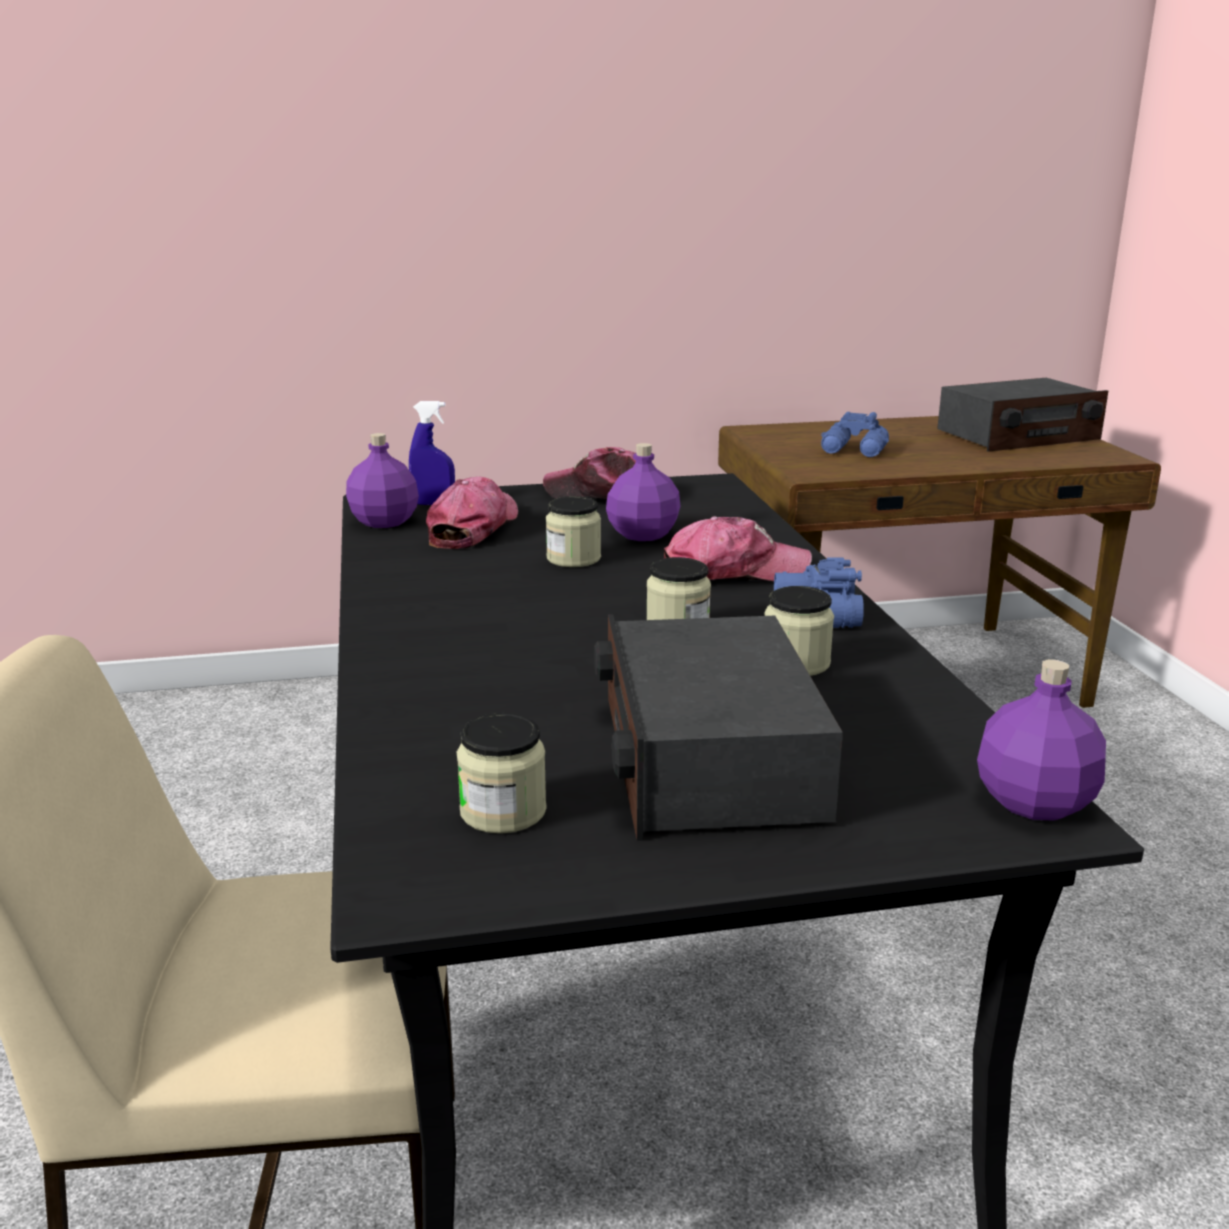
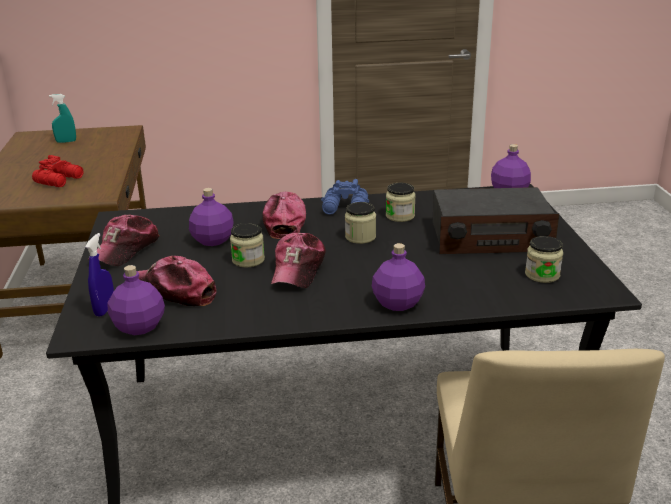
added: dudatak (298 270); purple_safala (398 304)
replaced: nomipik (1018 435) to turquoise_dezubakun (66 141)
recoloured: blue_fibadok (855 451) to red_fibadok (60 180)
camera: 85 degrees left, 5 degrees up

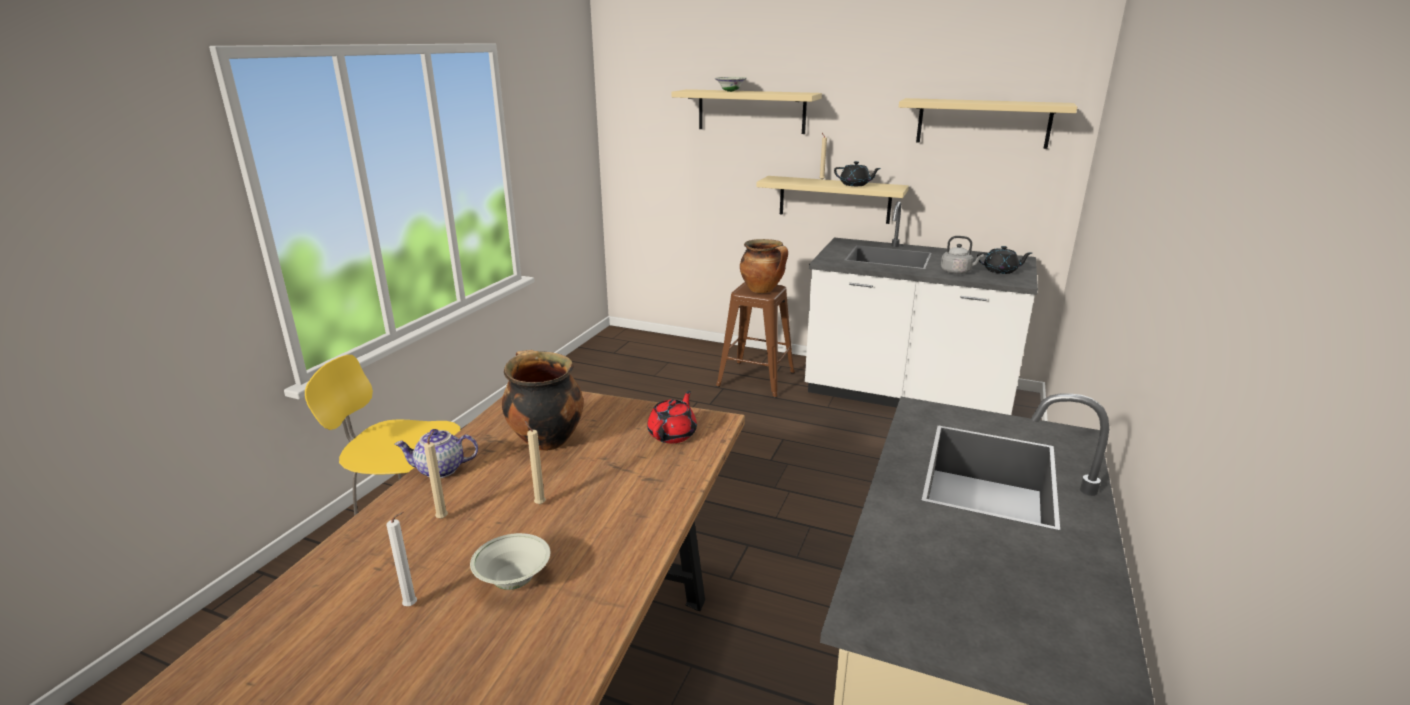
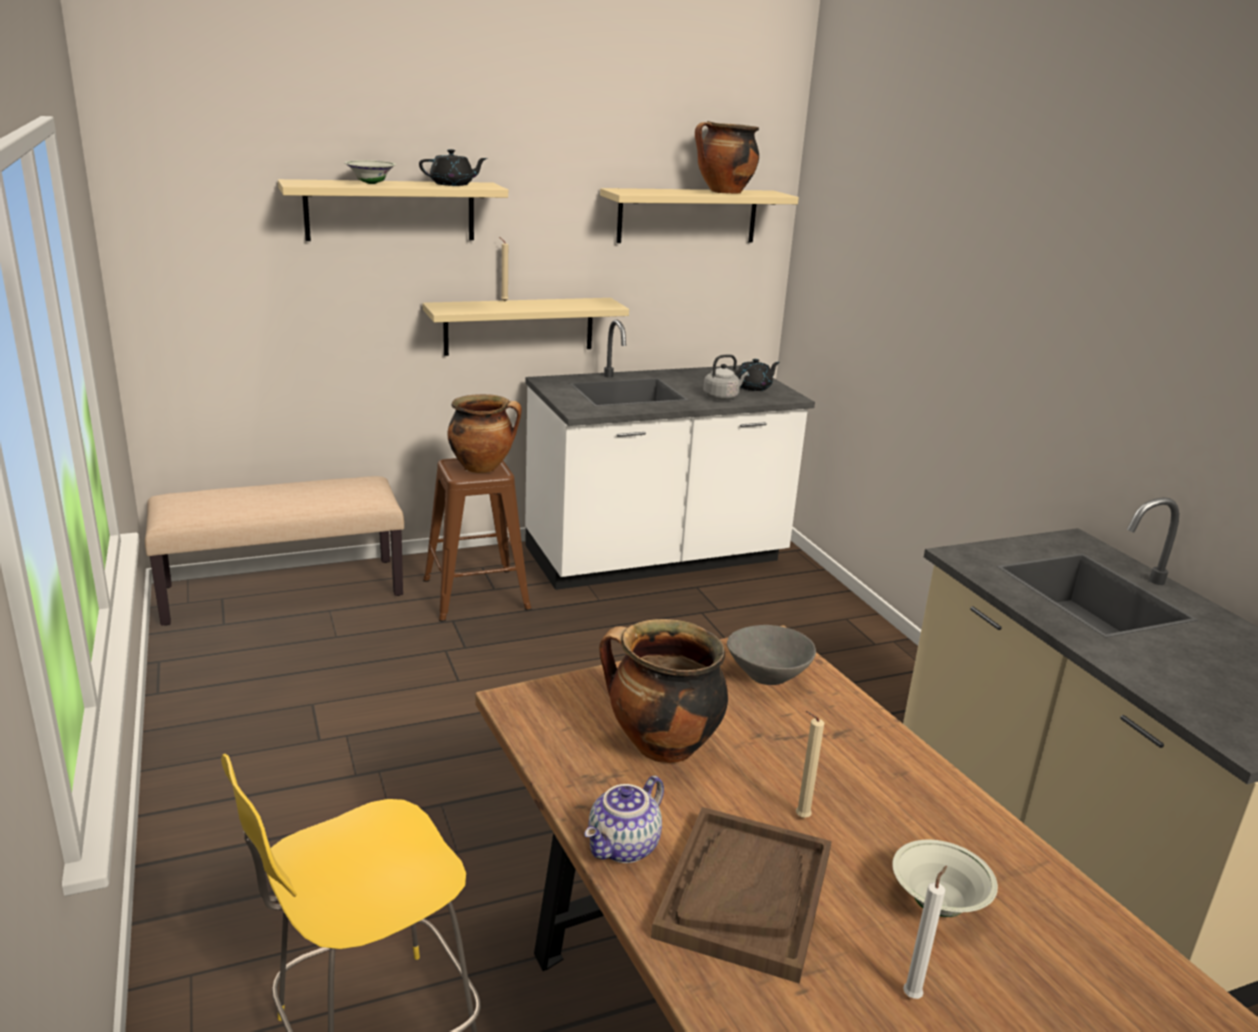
added: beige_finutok (284 590); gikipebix (724 192)
moved: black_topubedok (855 185) to (453 184)
replaced: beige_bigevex (443 517) to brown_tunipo (744 893); red_topubedok (673 434) to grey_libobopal (766 676)
camera: 45 degrees left, 0 degrees up

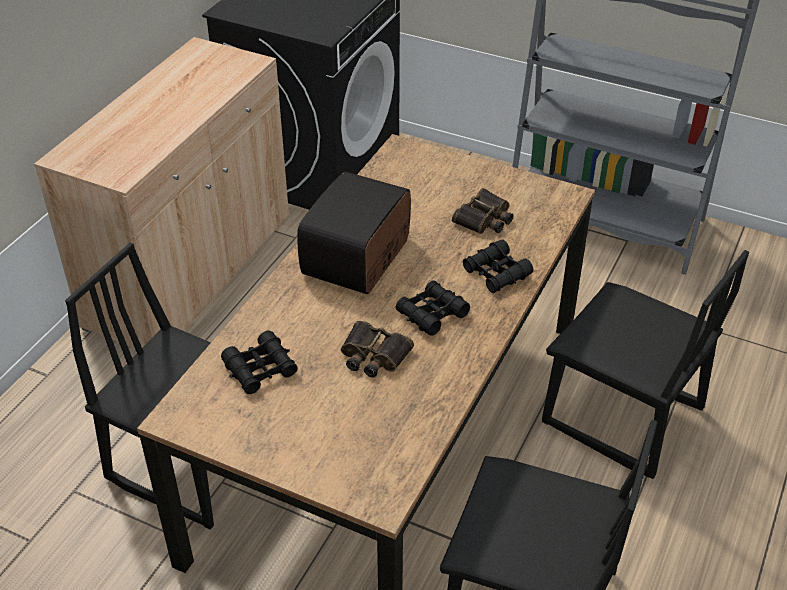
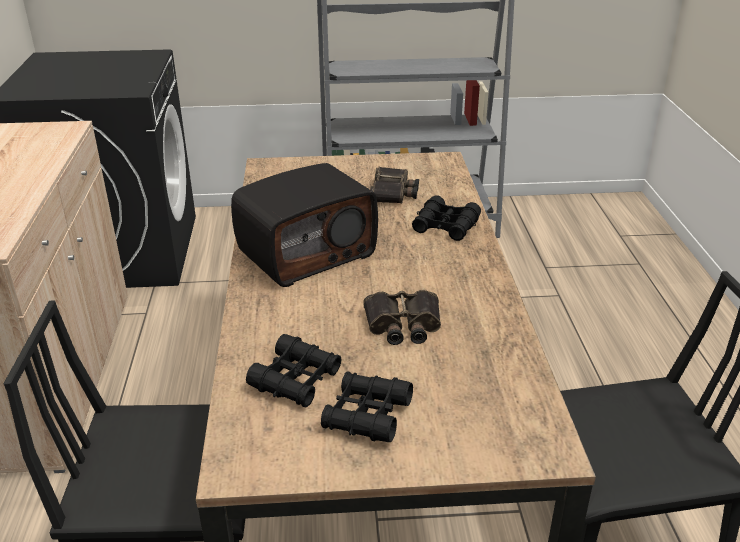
removed: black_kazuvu (622 417)
moved: black_fibadok (432 314) to (367 415)
turned: nomipik (358 258) = (306 253) 120 degrees counterclockwise
camera: 30 degrees left, 10 degrees down

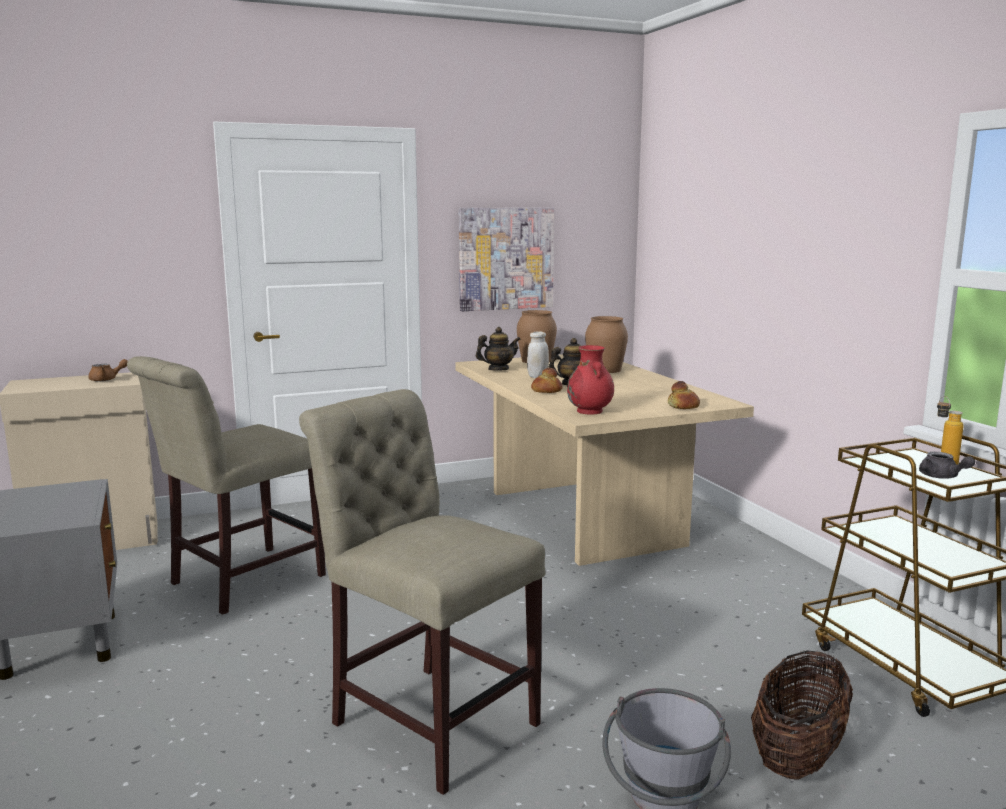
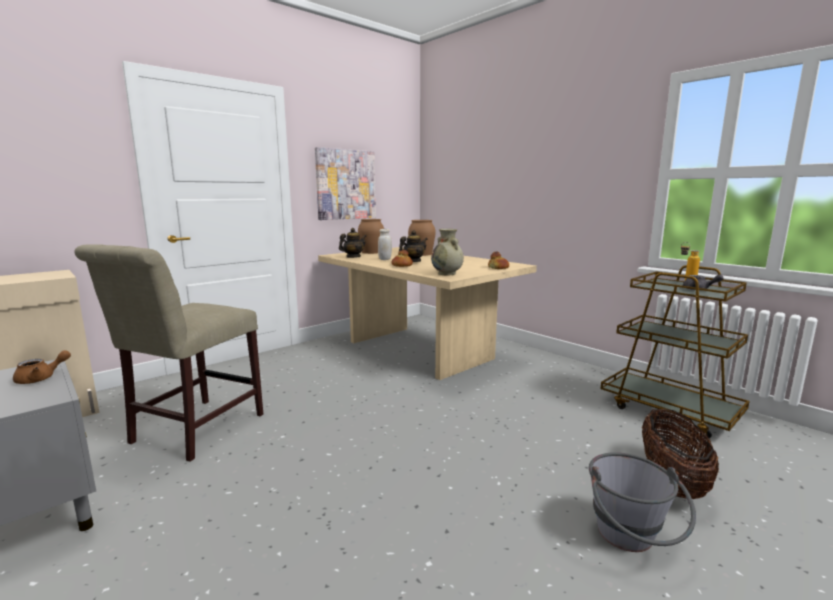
removed: beige_kazuvu (428 718)
moved: brown_topubedok (107 379) to (41 378)
recoloured: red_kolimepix (590 411) to beige_kolimepix (447 274)
camera: 20 degrees left, 0 degrees up

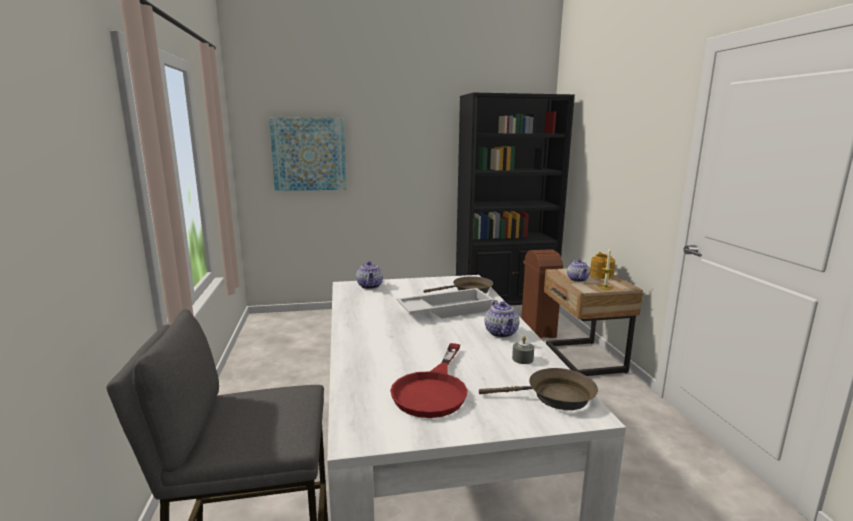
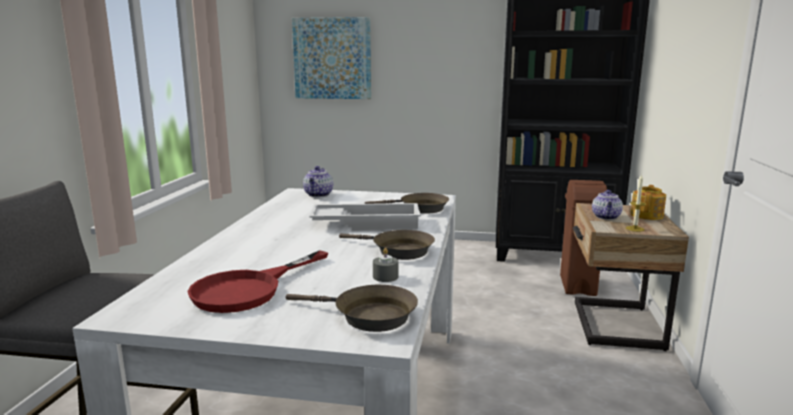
replaced: topubedok (502 333) to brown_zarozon (398 251)
camera: 20 degrees right, 0 degrees up

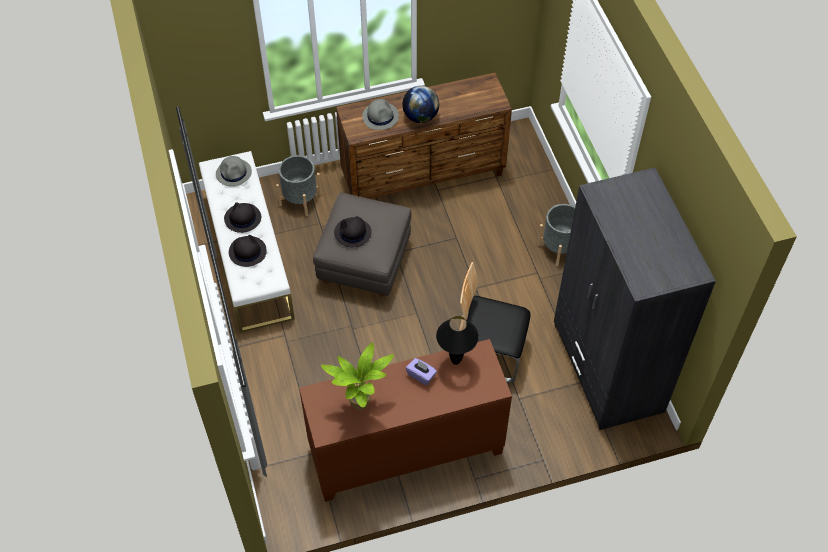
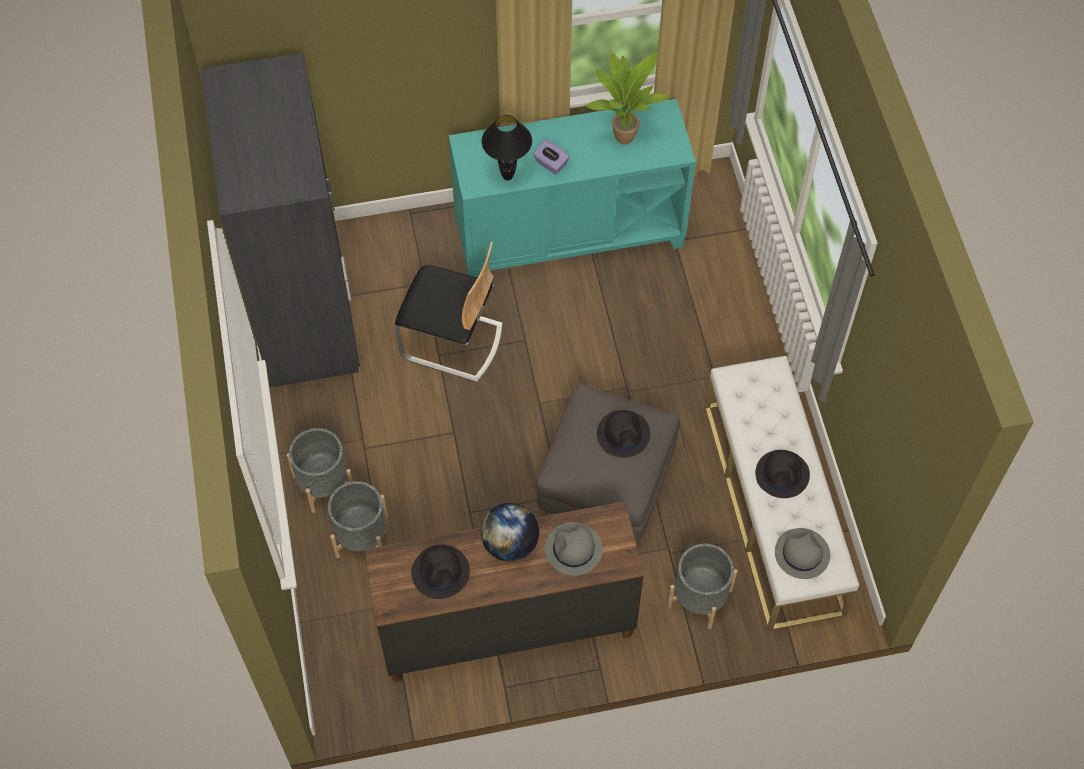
added: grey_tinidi (362 536)
moved: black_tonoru (247 251) to (441 572)
recoloured: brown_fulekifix (406 451) to turquoise_fulekifix (569 234)
camera: 175 degrees left, 5 degrees up

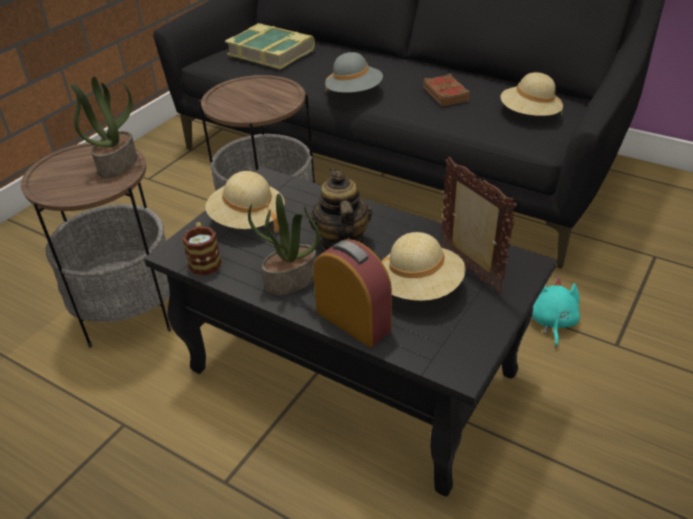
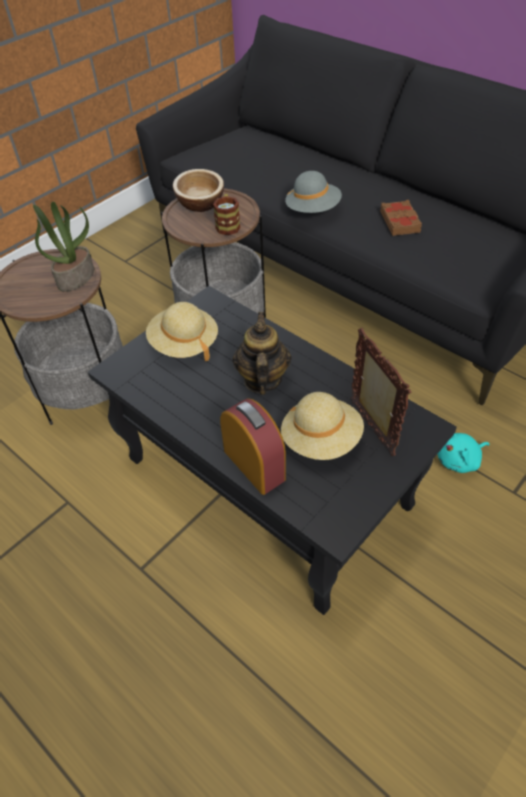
removed: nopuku (271 52); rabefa (291 281); beige_tonoru (529 115)
added: libobopal (200 203)
moved: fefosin (204 260) to (227 224)
turned: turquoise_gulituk (552 322) = (459 460) 135 degrees counterclockwise
camera: 10 degrees right, 10 degrees up

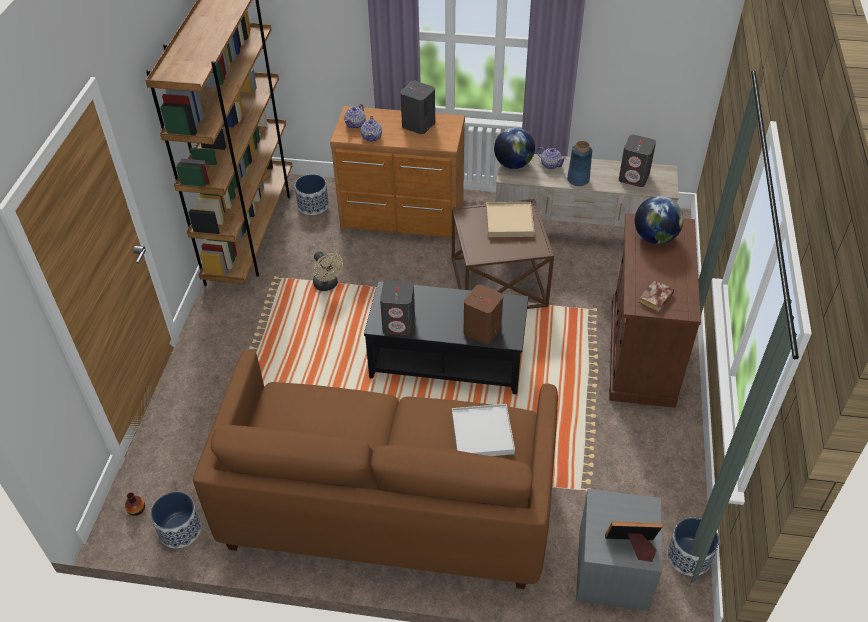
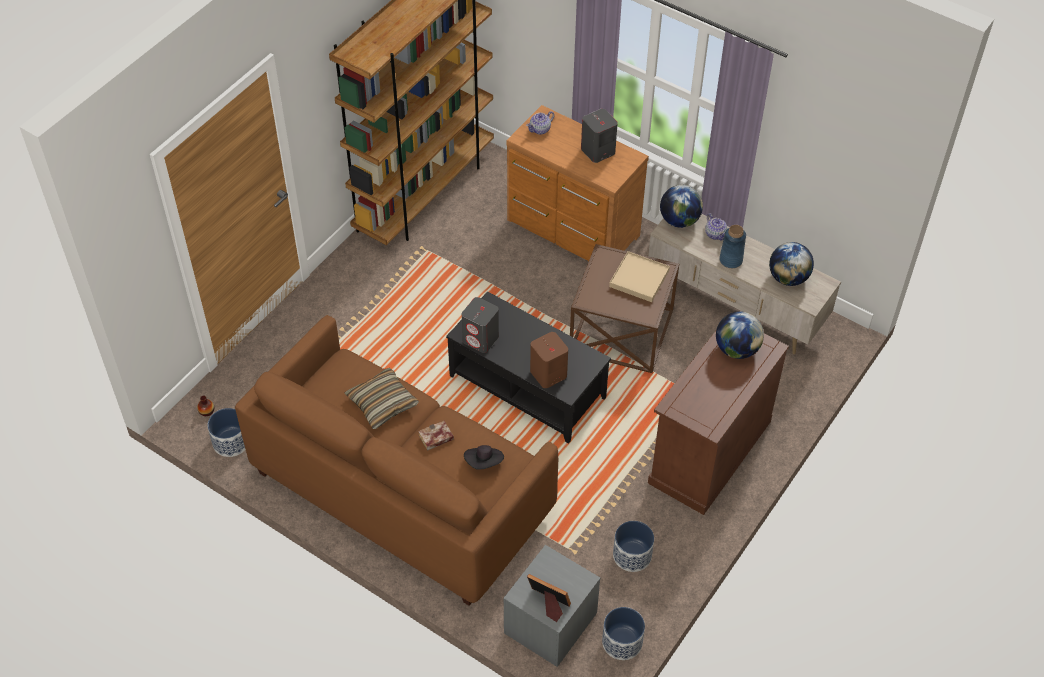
removed: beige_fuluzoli (328 285); topubedok (372 137)
added: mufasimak (382 403)
moved: tinidi (313 206) to (632 555); nopuku (656 300) to (435 438)
replaced: white_tunipo (482 433) to black_tonoru (484 462); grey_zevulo (634 177) to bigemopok (788 278)
camera: 25 degrees right, 5 degrees up

